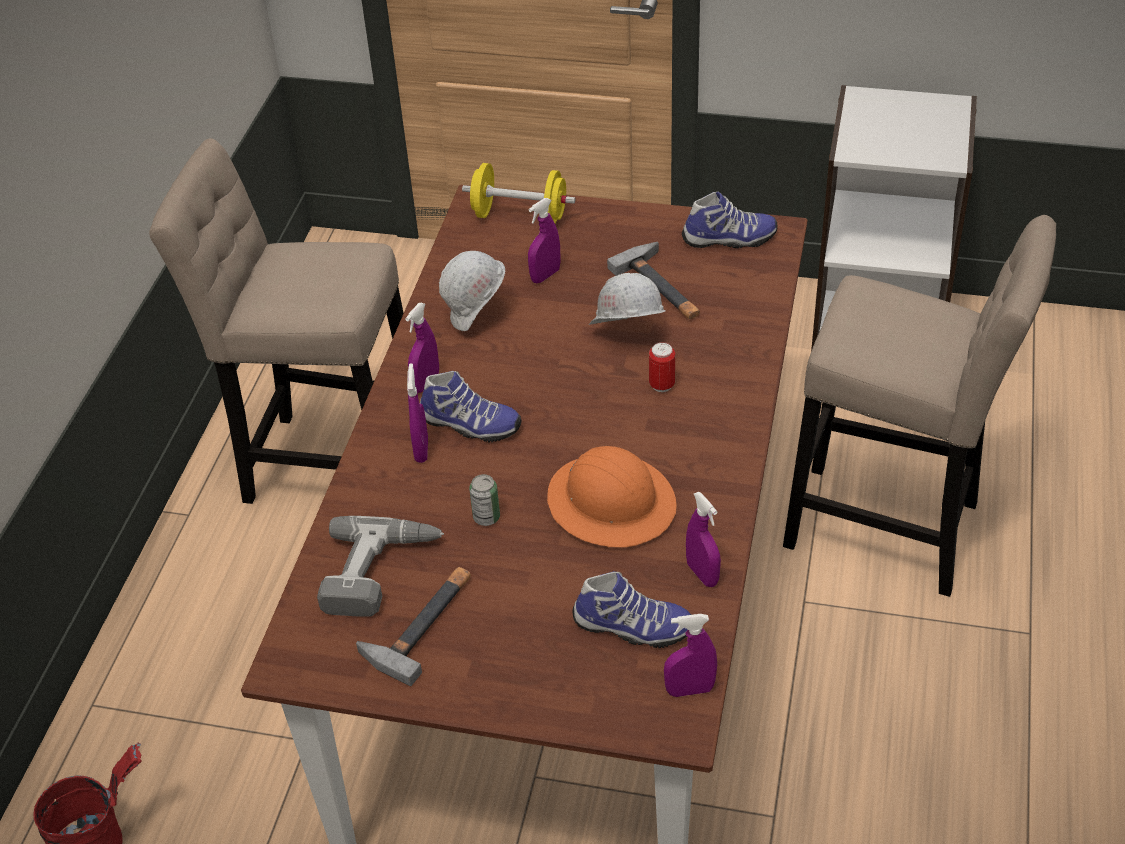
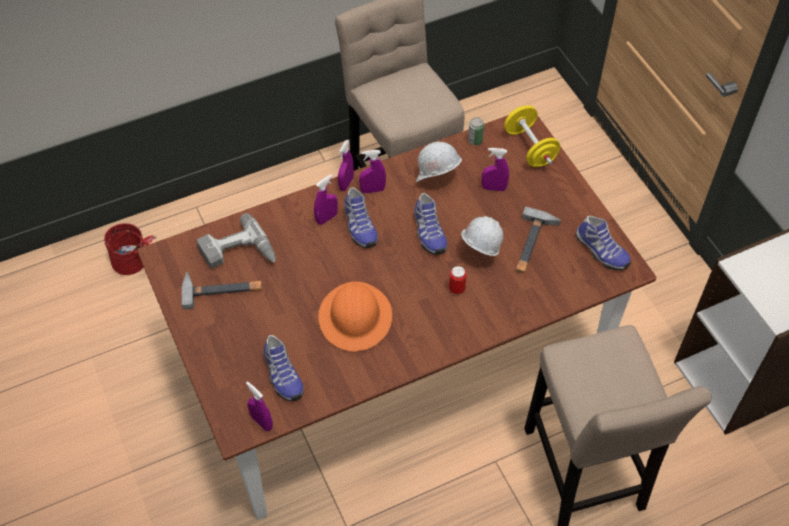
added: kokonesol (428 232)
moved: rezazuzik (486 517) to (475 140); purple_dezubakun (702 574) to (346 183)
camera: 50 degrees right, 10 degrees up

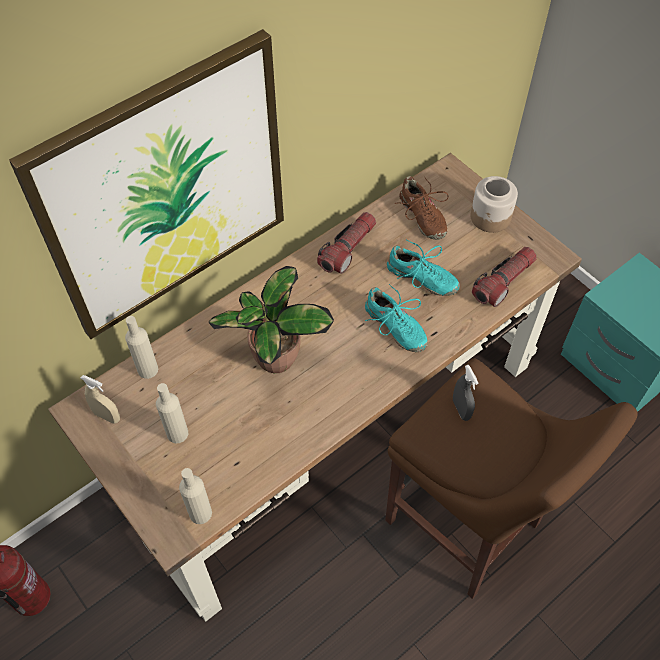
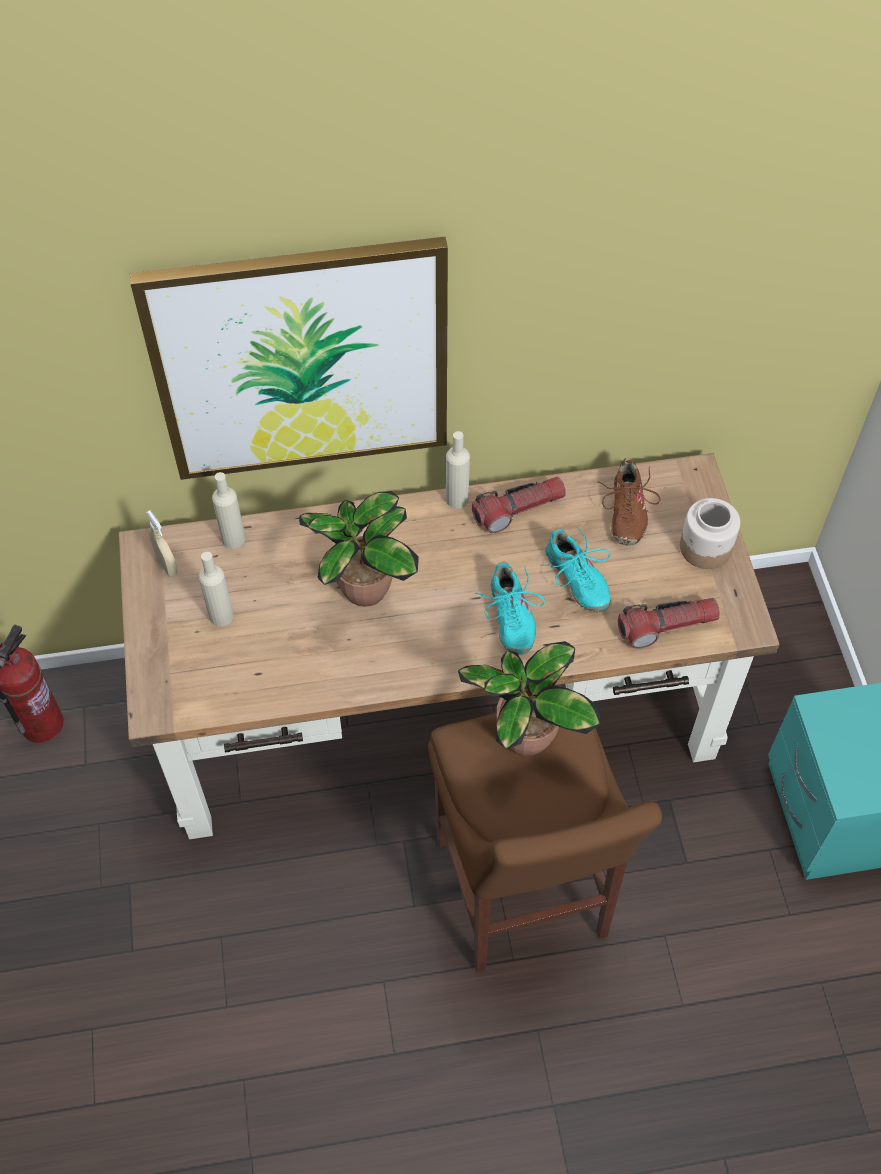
moved: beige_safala (200 513) to (457 499)
replaced: grey_dezubakun (461 409) to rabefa (523 738)
camera: 30 degrees right, 0 degrees up

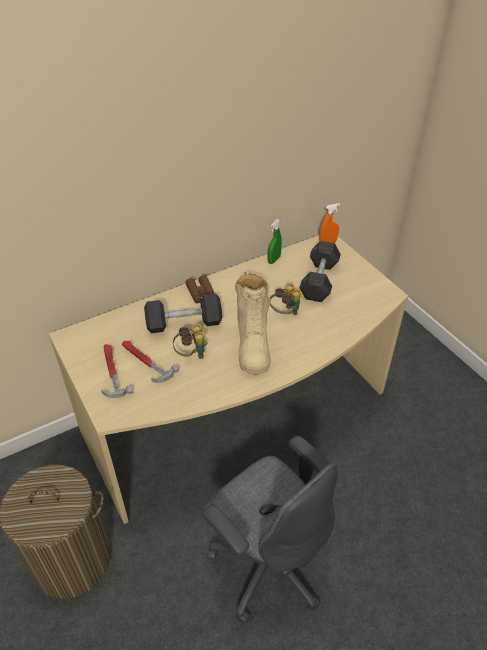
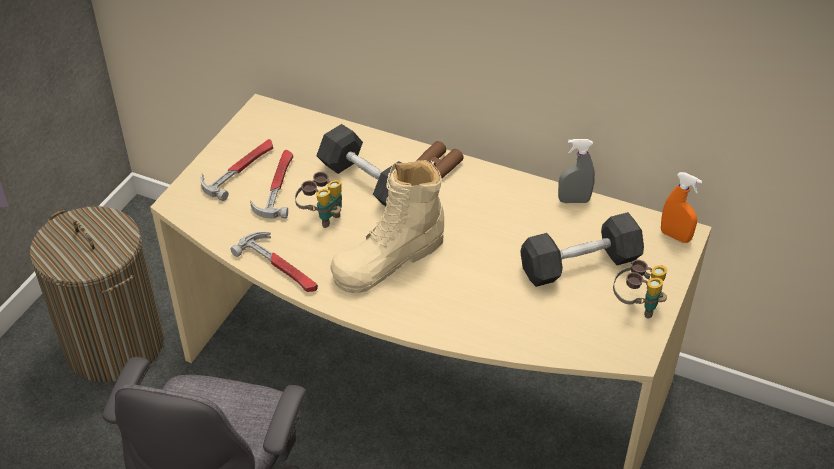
added: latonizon (280 266)
moved: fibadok (285 313) to (637 305)
recoloured: green_dezubakun (274 260) to grey_dezubakun (573 200)
camera: 55 degrees right, 0 degrees up

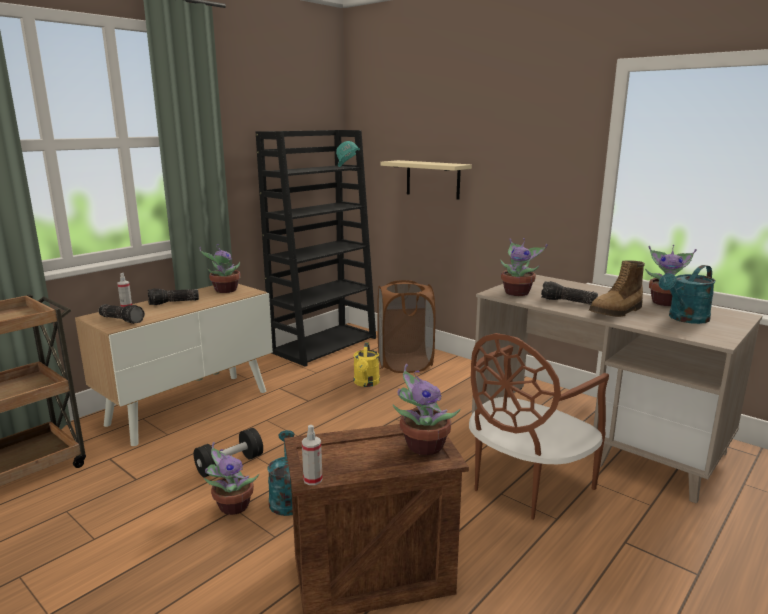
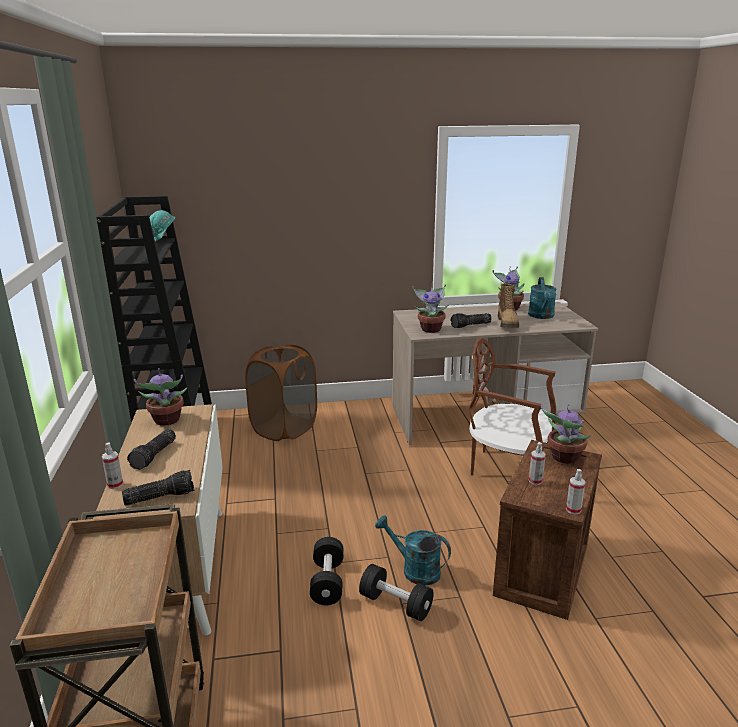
removed: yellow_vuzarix (366 383); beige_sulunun (433 179)
added: dezubakun (535 481)
replaced: rabefa (232 506) to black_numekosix (395 604)
turned: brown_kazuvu (525 485) = (508 469) 120 degrees clockwise
camera: 50 degrees left, 5 degrees up

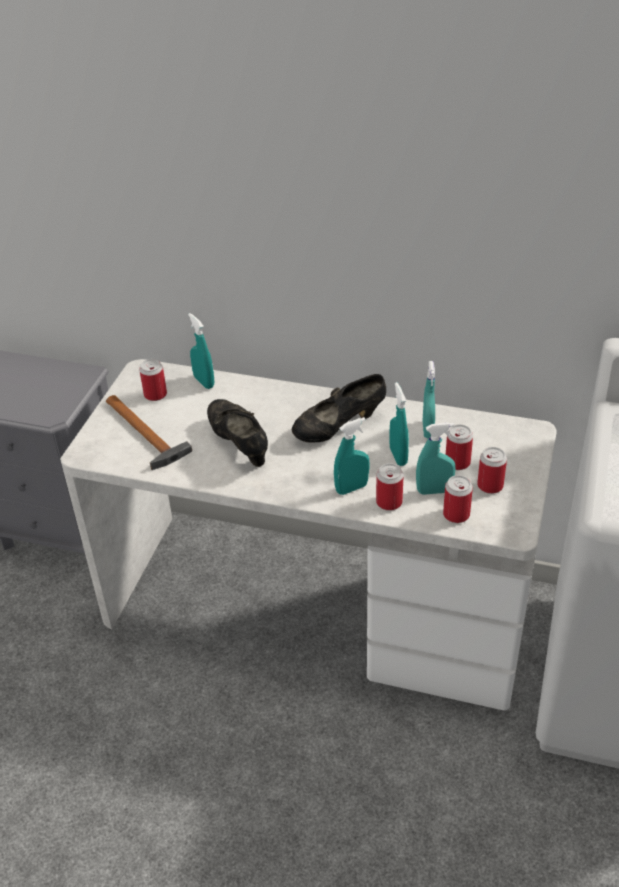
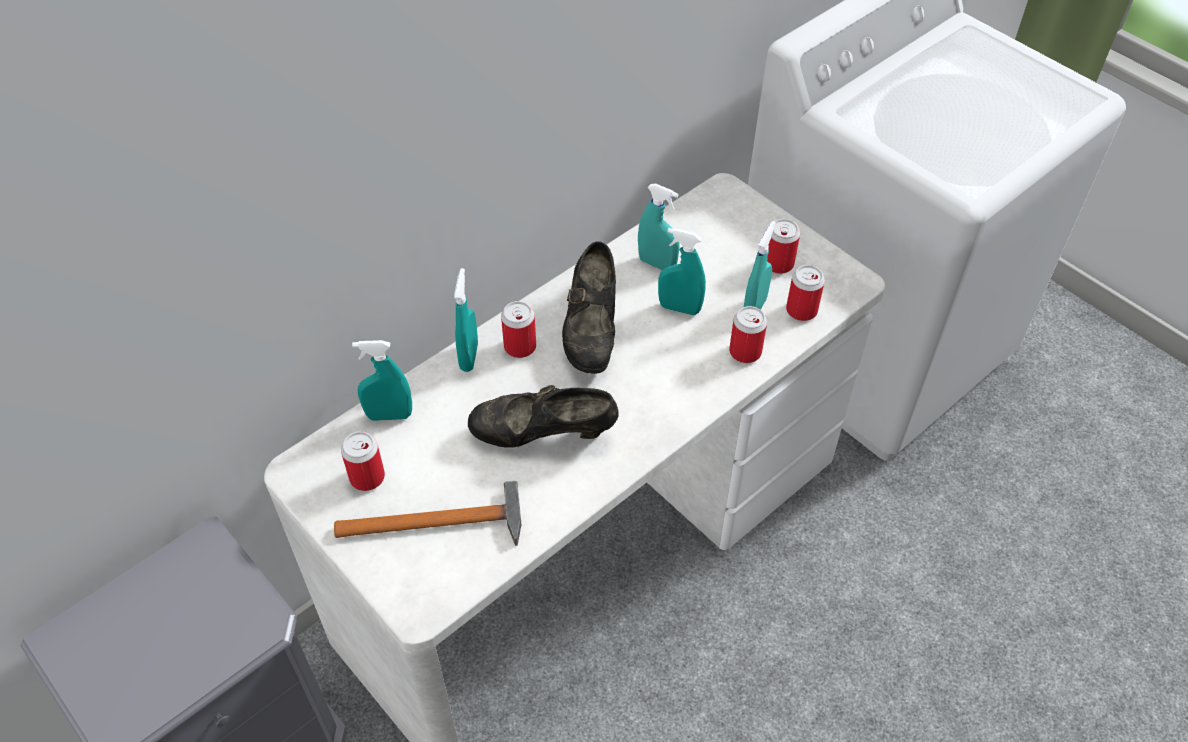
moved: turquoise_dezubakun (351 488) to (469 357); rezazuzik (457 462) to (520 347)
camera: 60 degrees left, 10 degrees up

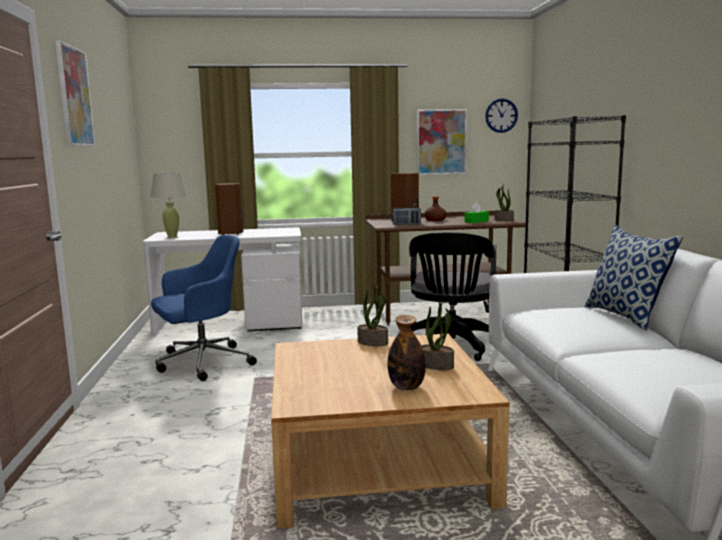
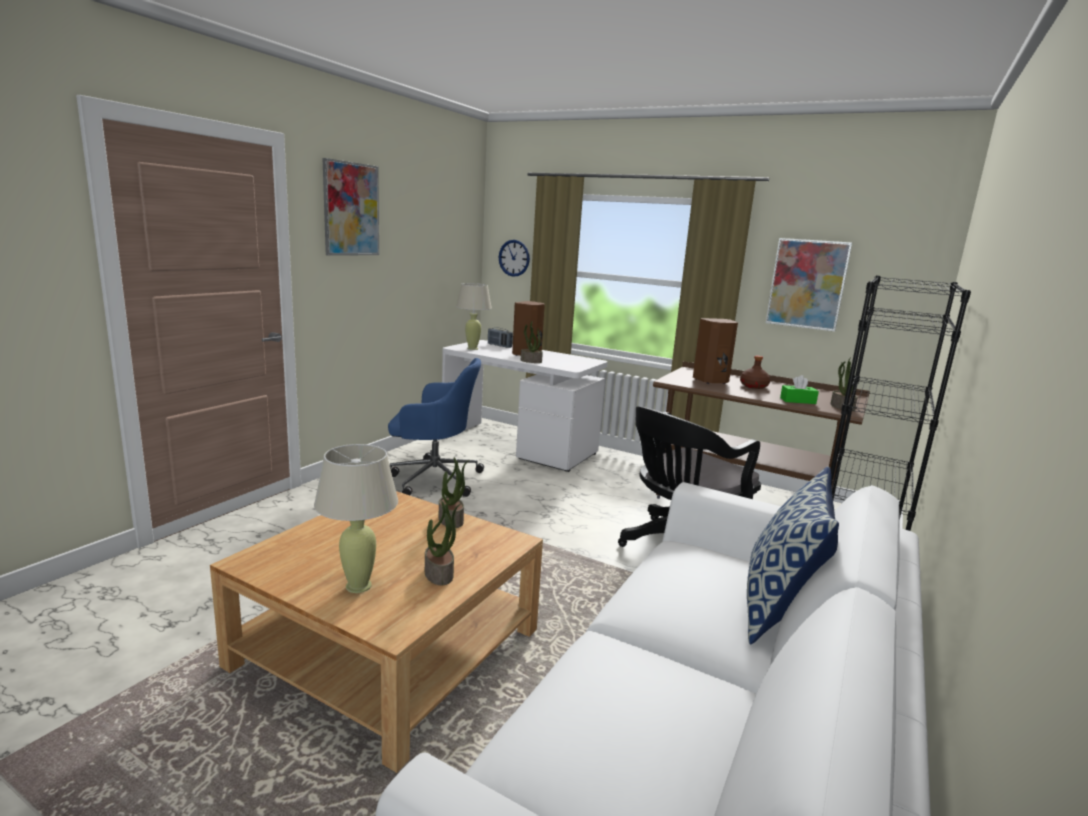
added: rabefa (530 361)
moved: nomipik (406 224) to (499 346); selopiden (501 115) to (514 258)
replaced: safala (406 387) to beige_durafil (359 586)
camera: 35 degrees right, 5 degrees up

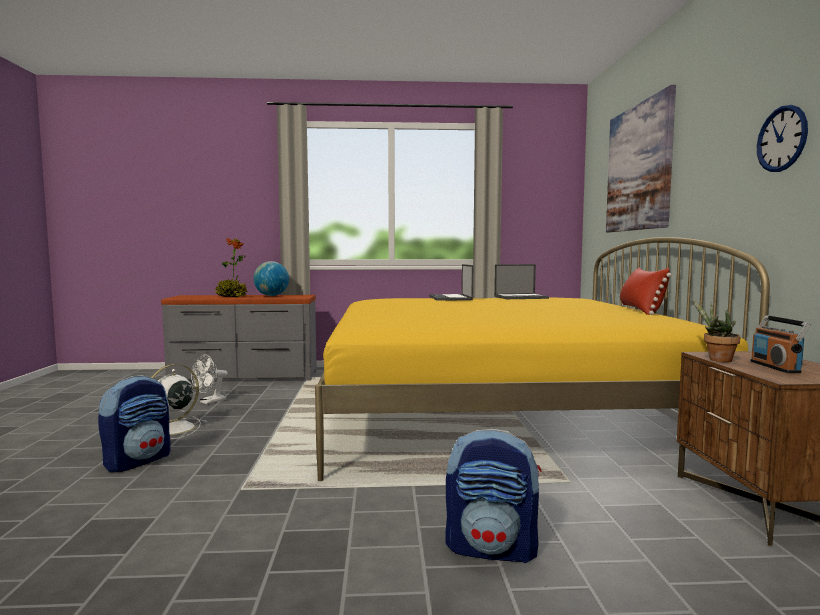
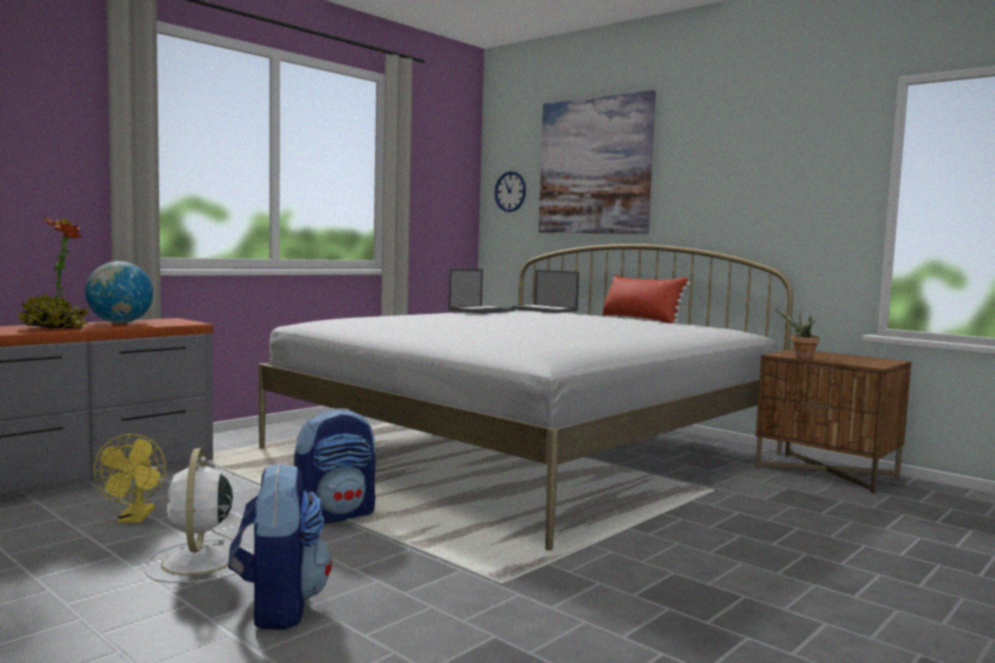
removed: nomipik (775 367)
moved: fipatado (450 298) to (545 310); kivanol (492 548) to (336 515); selopiden (781 139) to (510 191)
recoloured: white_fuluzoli (209 402) to yellow_fuluzoli (134 519); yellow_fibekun (497 413) to white_fibekun (528 451)
camera: 45 degrees left, 0 degrees up

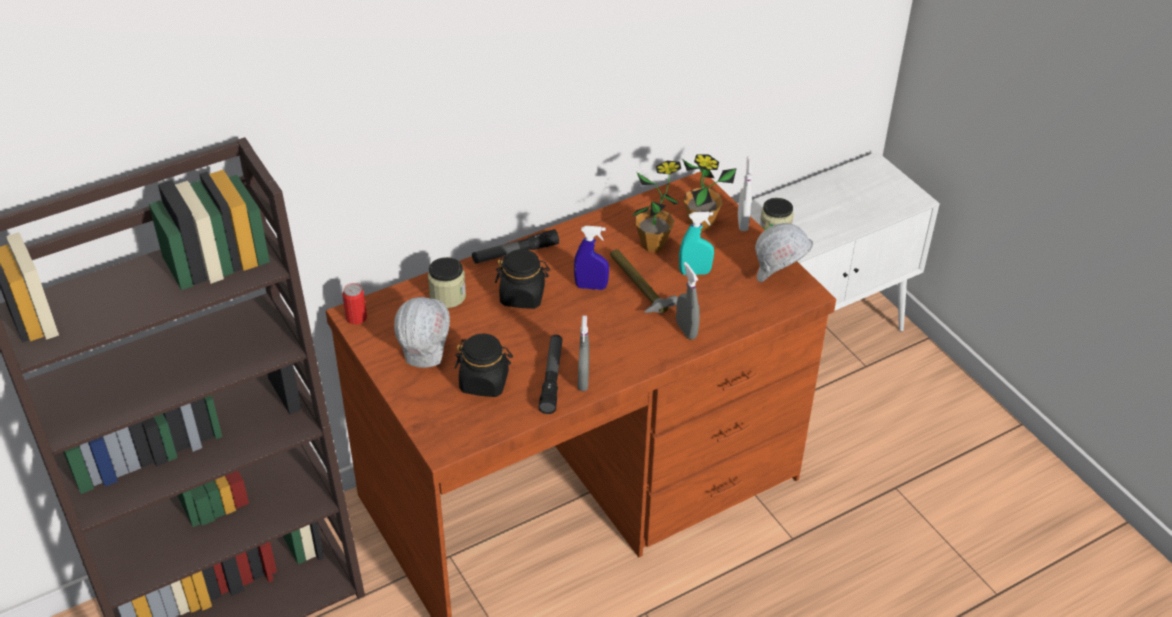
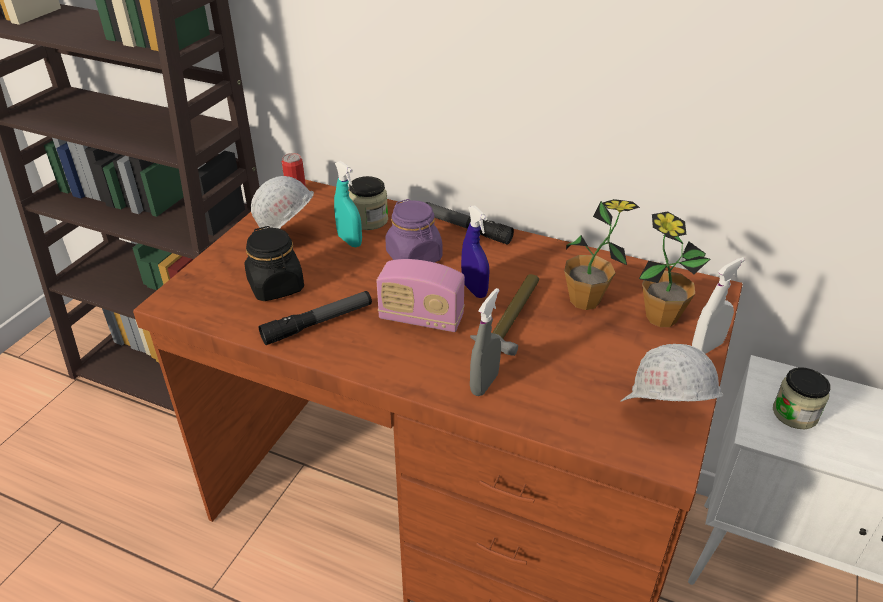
removed: grey_dezubakun (583 381)
added: nomipik (421 318)
moved: turquoise_dezubakun (695 272) to (349 241)
recoloured: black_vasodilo (522 296) to purple_vasodilo (414 257)
camera: 55 degrees right, 5 degrees down

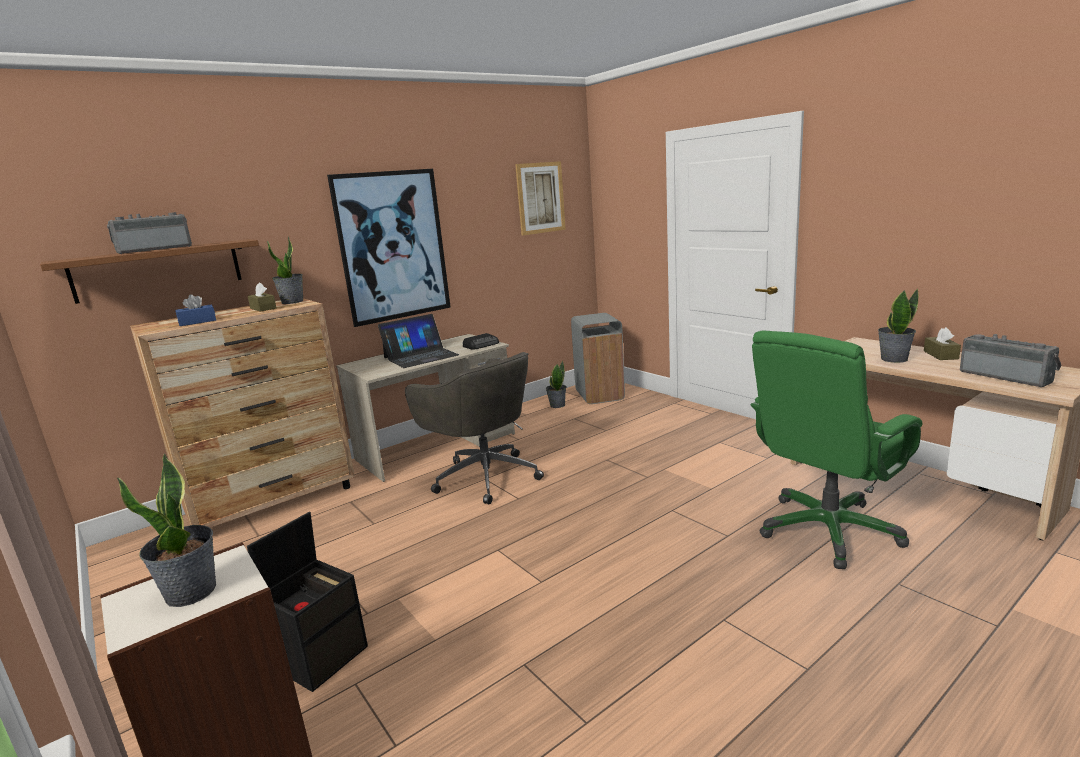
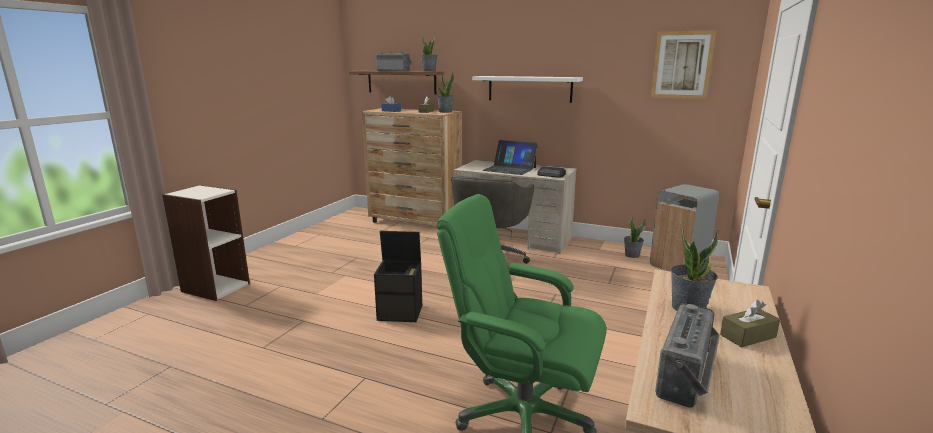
moved: rabefa (192 592) to (429 71); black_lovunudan (322 656) to (401 312)
replaced: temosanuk (393 246) to white_sulunun (529 89)
camera: 60 degrees right, 0 degrees up

